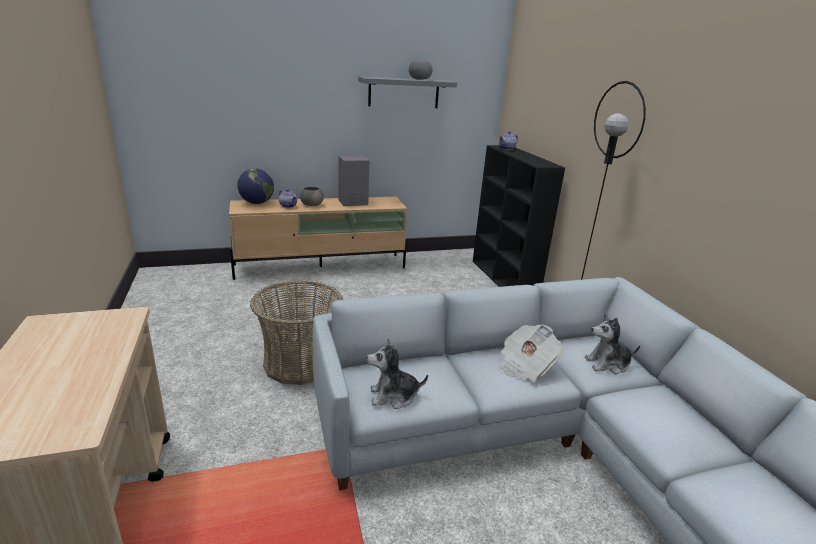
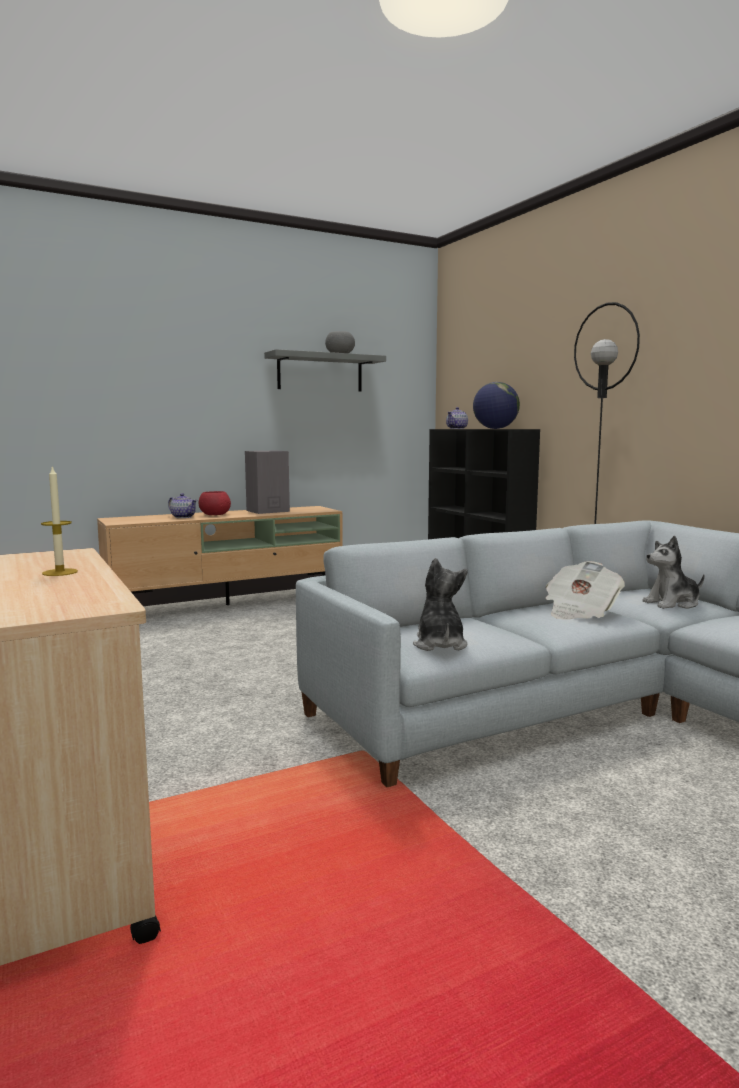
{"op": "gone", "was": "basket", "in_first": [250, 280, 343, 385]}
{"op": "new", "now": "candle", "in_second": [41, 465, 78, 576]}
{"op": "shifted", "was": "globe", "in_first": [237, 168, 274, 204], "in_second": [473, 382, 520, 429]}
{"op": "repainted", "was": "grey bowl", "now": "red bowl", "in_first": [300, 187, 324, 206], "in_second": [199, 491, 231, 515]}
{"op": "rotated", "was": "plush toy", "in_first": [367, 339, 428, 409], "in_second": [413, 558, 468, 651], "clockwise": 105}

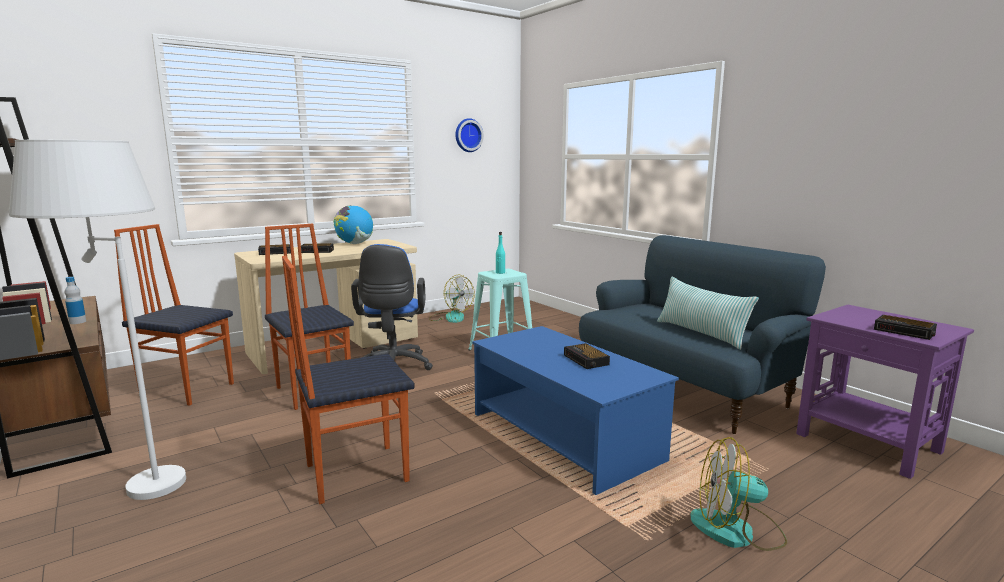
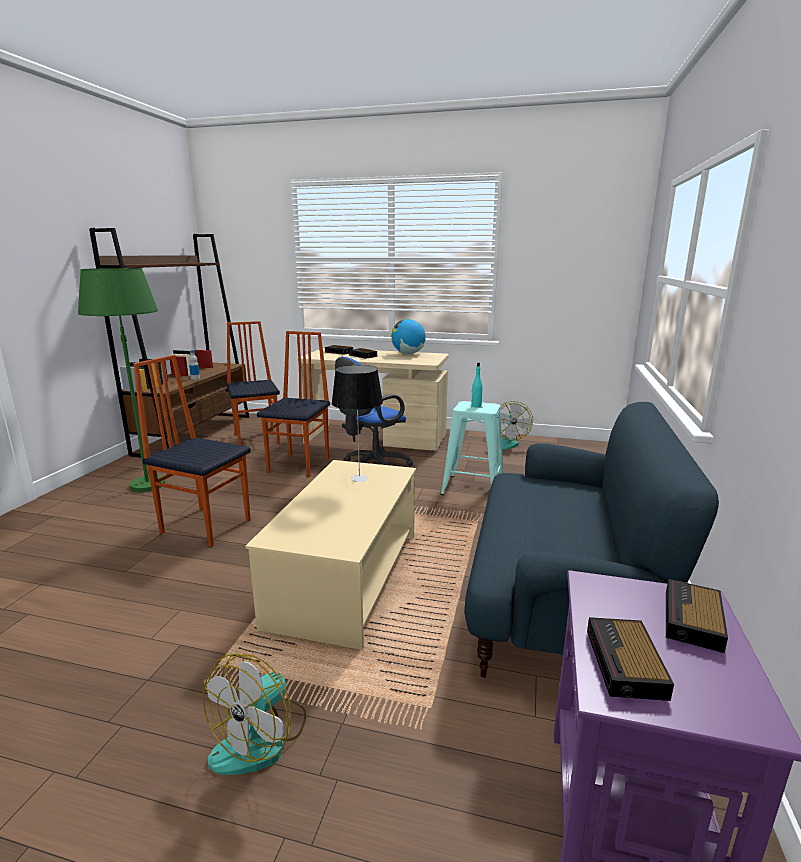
{"op": "gone", "was": "wall clock", "in_first": [455, 118, 484, 152]}
{"op": "gone", "was": "pillow", "in_first": [657, 277, 759, 350]}
{"op": "new", "now": "table lamp", "in_second": [332, 365, 383, 482]}
{"op": "shifted", "was": "alarm clock", "in_first": [564, 343, 610, 369], "in_second": [666, 579, 728, 653]}
{"op": "repainted", "was": "white floor lamp", "now": "green floor lamp", "in_first": [9, 140, 186, 500], "in_second": [78, 268, 165, 492]}
{"op": "repainted", "was": "blue coffee table", "now": "beige coffee table", "in_first": [472, 326, 679, 495], "in_second": [245, 460, 416, 650]}
{"op": "rotated", "was": "fan", "in_first": [690, 437, 787, 551], "in_second": [203, 654, 306, 775], "clockwise": -120}

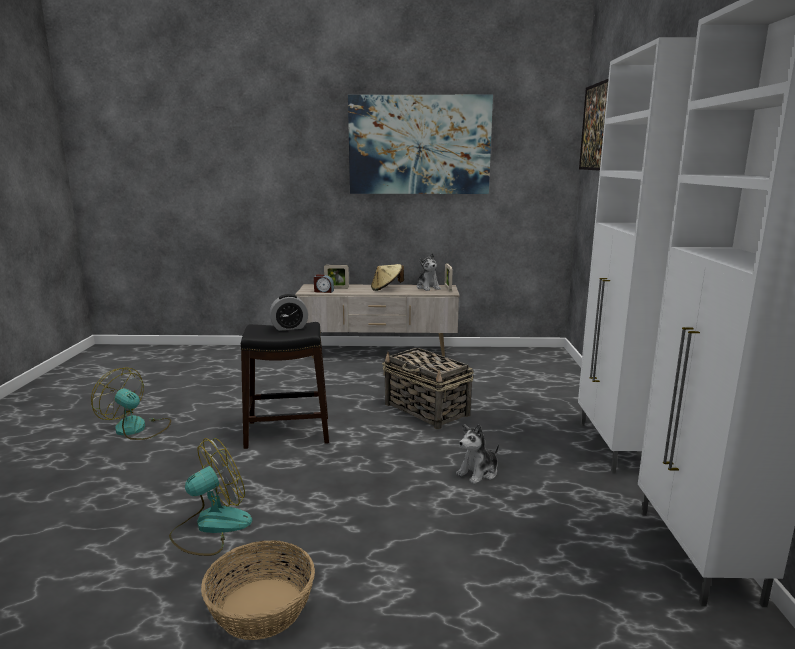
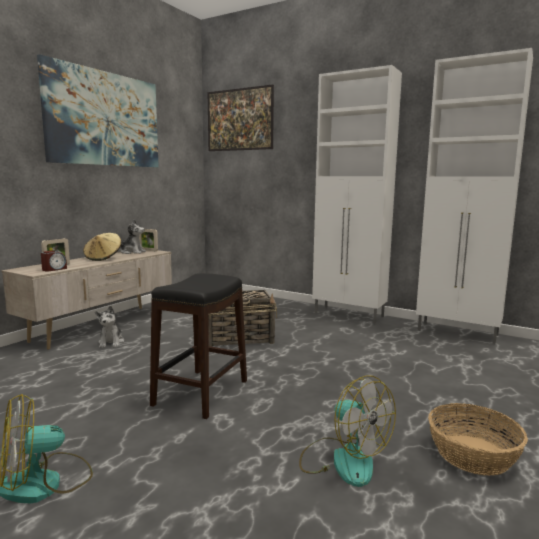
{"op": "gone", "was": "alarm clock", "in_first": [270, 294, 308, 331]}
{"op": "shifted", "was": "plush toy", "in_first": [456, 424, 499, 484], "in_second": [95, 306, 124, 348]}
{"op": "rotated", "was": "fan", "in_first": [169, 438, 252, 556], "in_second": [299, 375, 396, 487], "clockwise": 150}

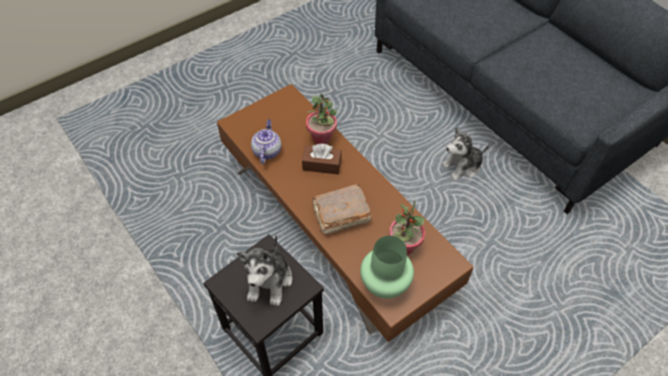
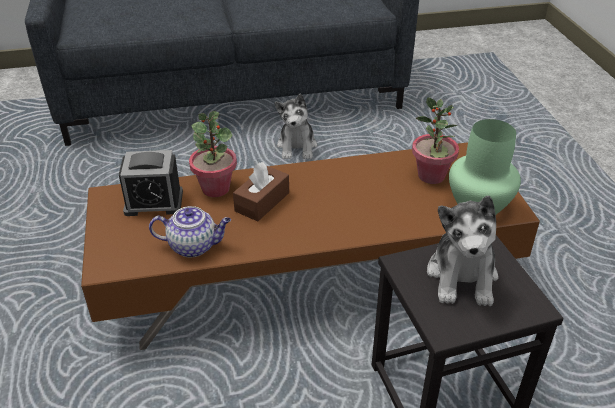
{"op": "gone", "was": "brown book", "in_first": [311, 184, 372, 234]}
{"op": "new", "now": "alarm clock", "in_second": [119, 150, 183, 216]}
{"op": "rotated", "was": "plush toy", "in_first": [237, 235, 292, 306], "in_second": [427, 196, 498, 306], "clockwise": 60}
{"op": "rotated", "was": "teapot", "in_first": [251, 119, 281, 164], "in_second": [149, 206, 231, 257], "clockwise": 150}

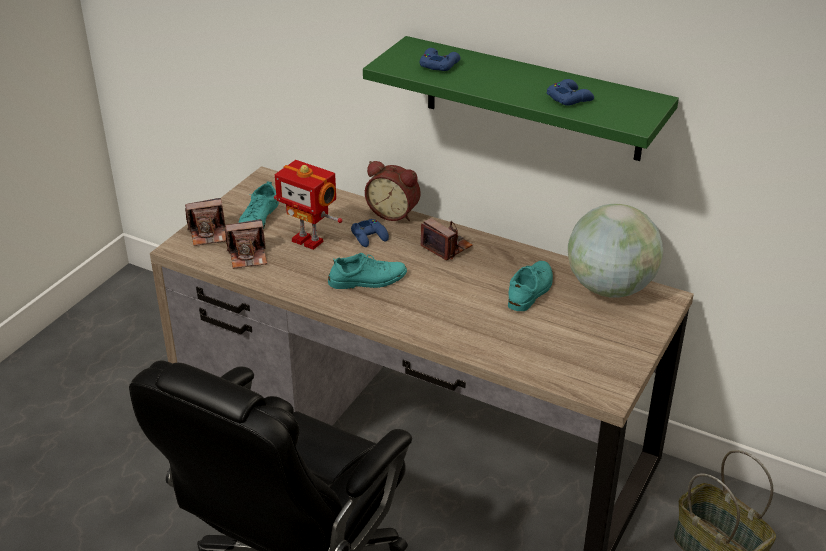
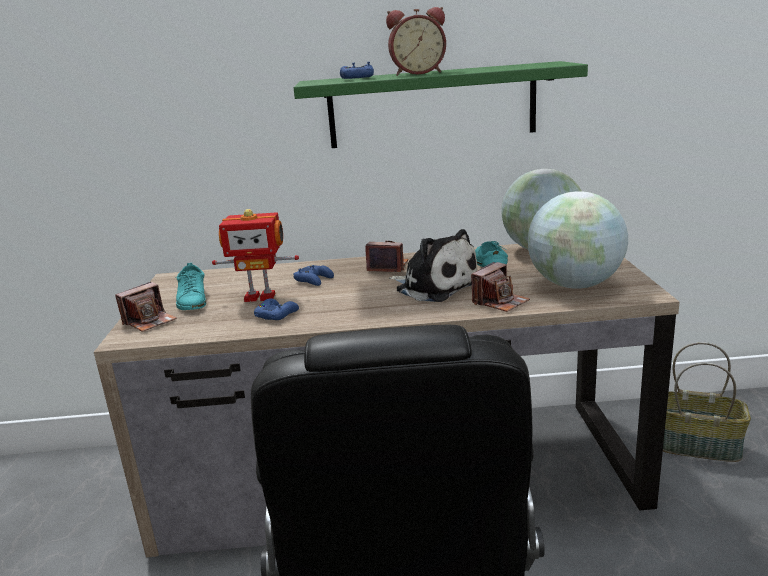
{"op": "gone", "was": "turquoise shoe", "in_first": [328, 253, 407, 289]}
{"op": "new", "now": "plush toy", "in_second": [389, 229, 477, 302]}
{"op": "new", "now": "globe", "in_second": [528, 191, 628, 289]}
{"op": "shifted", "was": "photo camera", "in_first": [225, 219, 267, 269], "in_second": [471, 262, 530, 312]}
{"op": "shifted", "was": "alarm clock", "in_first": [365, 161, 420, 221], "in_second": [386, 7, 446, 76]}
{"op": "shifted", "was": "blue game controller", "in_first": [546, 79, 594, 106], "in_second": [254, 298, 299, 320]}

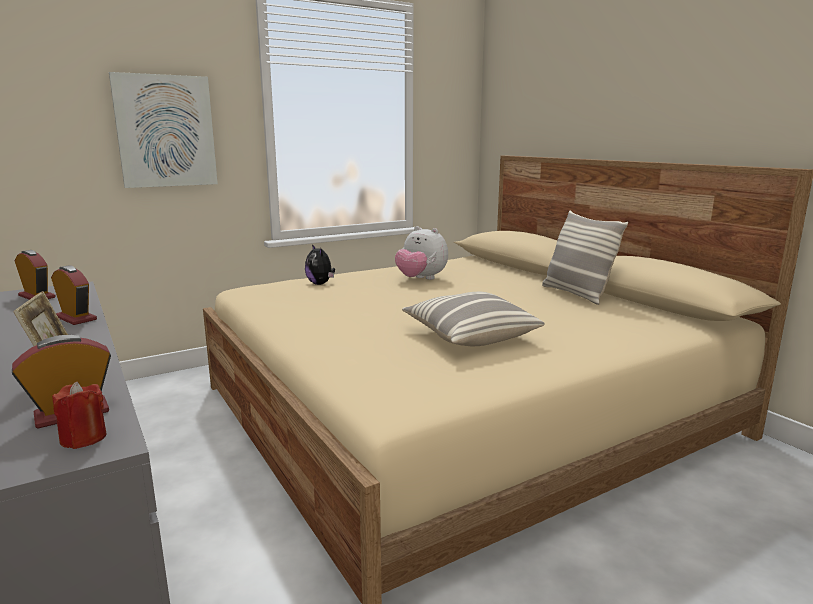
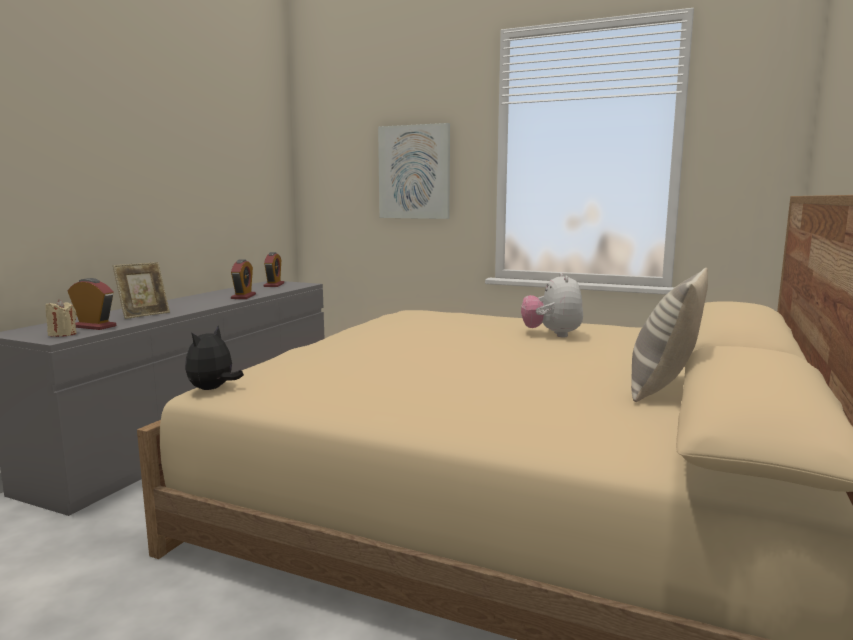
{"op": "gone", "was": "pillow", "in_first": [402, 292, 545, 346]}
{"op": "shifted", "was": "plush toy", "in_first": [305, 244, 335, 285], "in_second": [185, 326, 244, 390]}
{"op": "repainted", "was": "red candle", "now": "beige candle", "in_first": [52, 382, 107, 449], "in_second": [45, 299, 76, 337]}

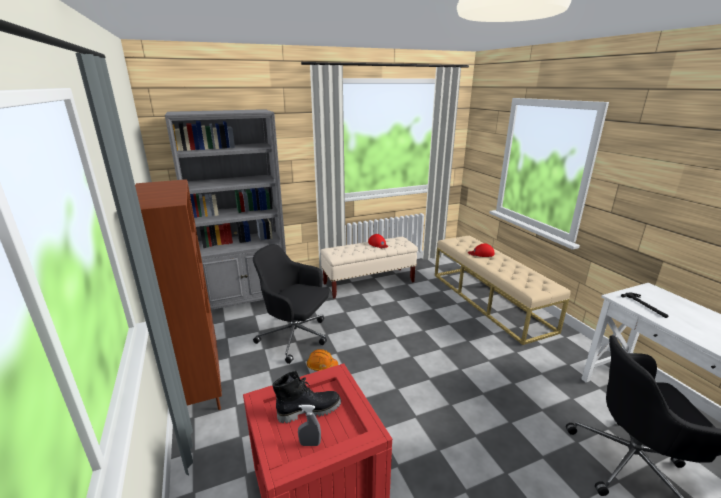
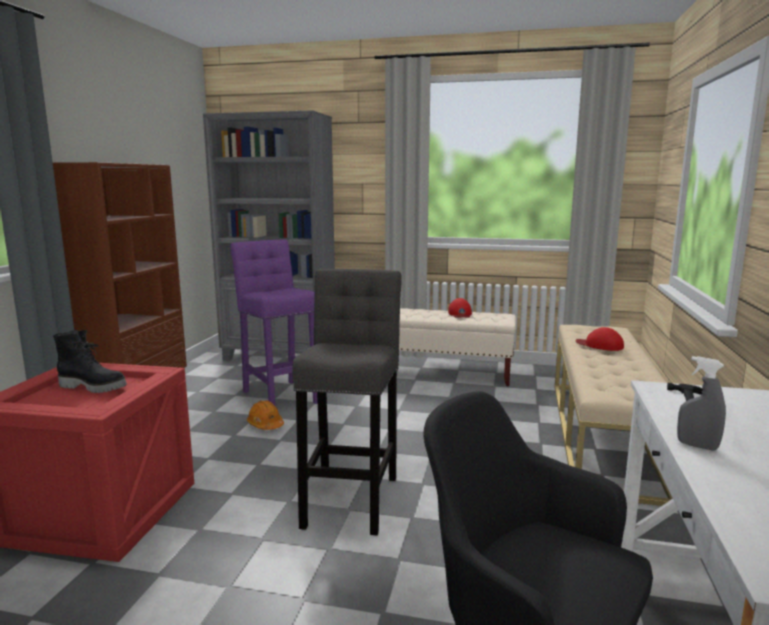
{"op": "new", "now": "grey stool", "in_second": [292, 269, 402, 535]}
{"op": "shifted", "was": "grey spray bottle", "in_first": [298, 405, 321, 446], "in_second": [677, 356, 726, 451]}
{"op": "swapped", "was": "black office chair", "now": "purple stool", "in_first": [253, 244, 329, 364], "in_second": [230, 239, 318, 406]}

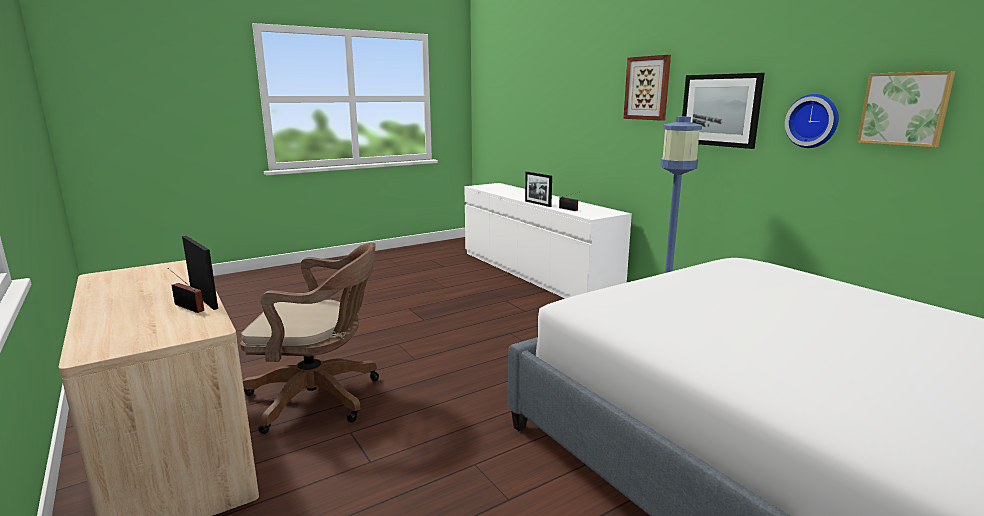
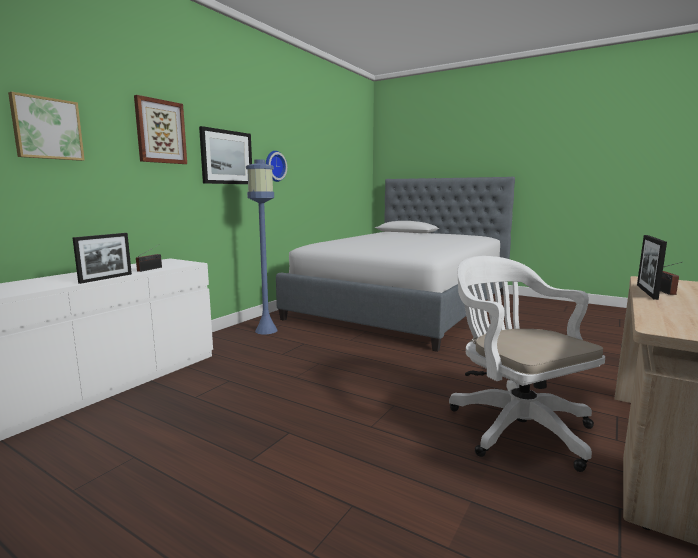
{"op": "shifted", "was": "picture", "in_first": [857, 71, 955, 147], "in_second": [8, 92, 85, 161]}
{"op": "repainted", "was": "brown office chair", "now": "white office chair", "in_first": [240, 243, 379, 434], "in_second": [449, 256, 605, 472]}

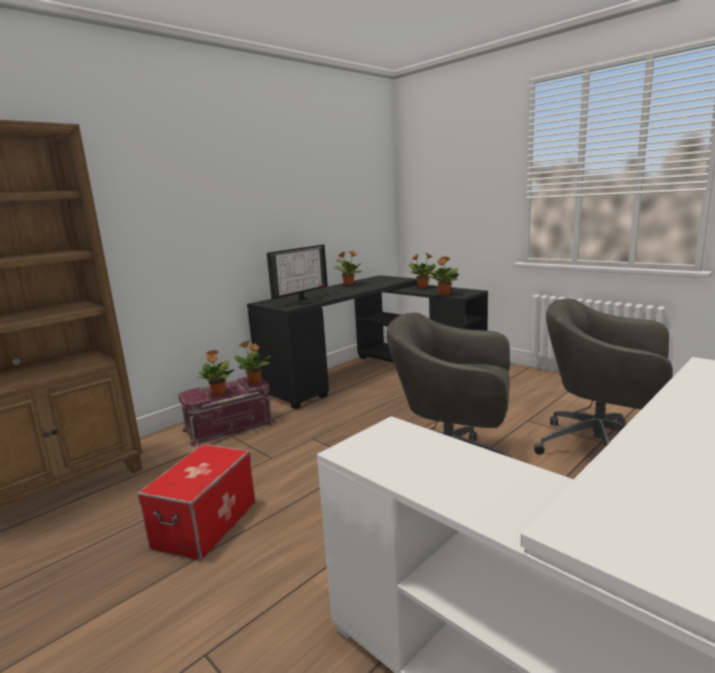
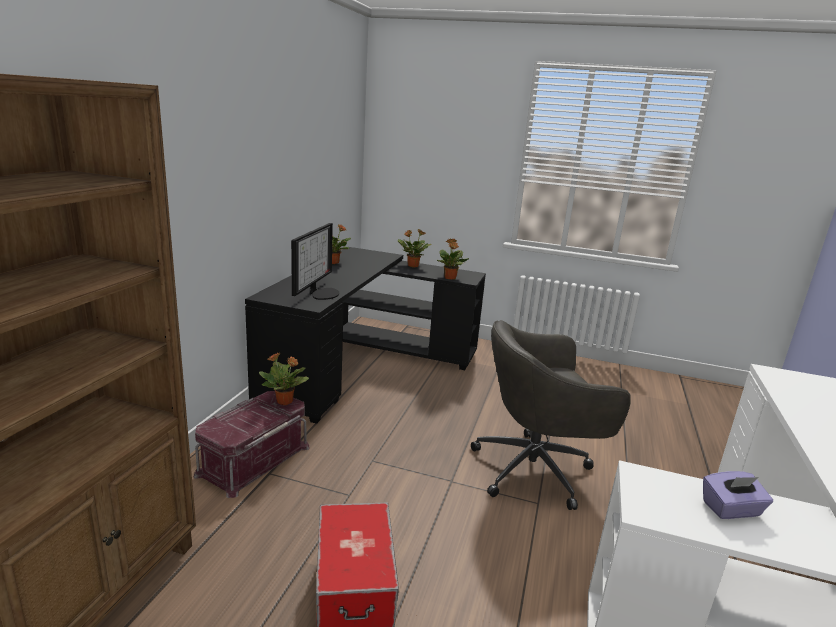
{"op": "gone", "was": "potted plant", "in_first": [197, 350, 234, 396]}
{"op": "gone", "was": "grey office chair", "in_first": [534, 298, 673, 455]}
{"op": "new", "now": "purple tissue box", "in_second": [703, 471, 773, 519]}

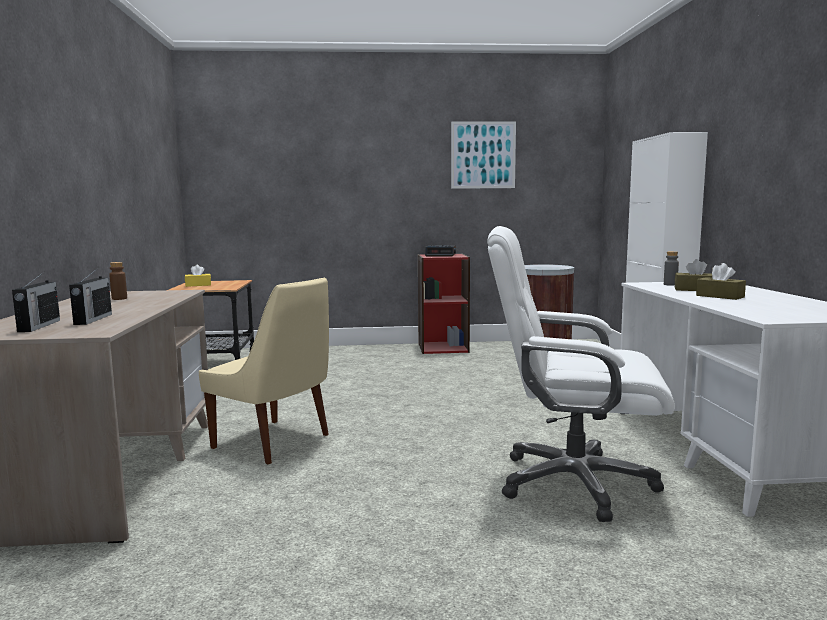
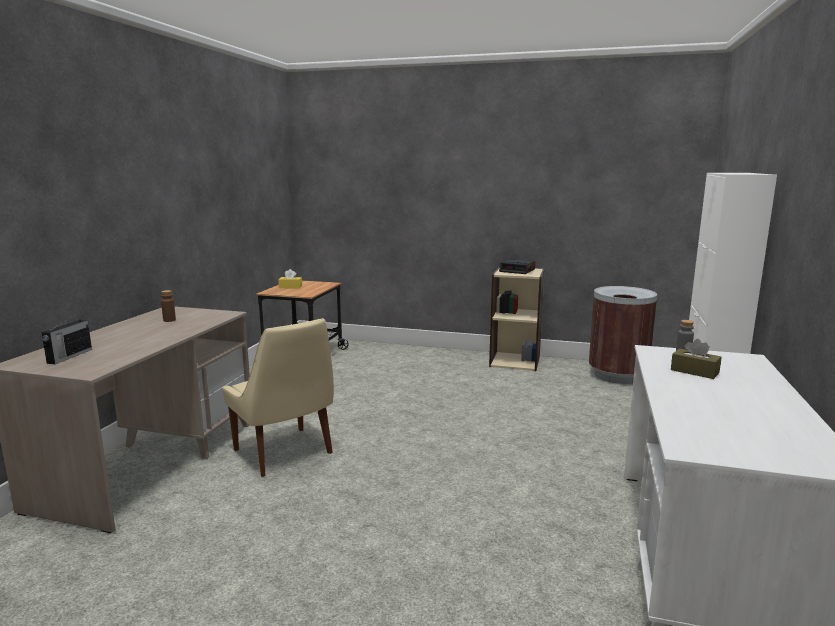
{"op": "gone", "was": "radio", "in_first": [69, 268, 112, 325]}
{"op": "gone", "was": "picture", "in_first": [451, 121, 516, 189]}
{"op": "gone", "was": "white office chair", "in_first": [487, 226, 675, 522]}
{"op": "gone", "was": "brown tissue box", "in_first": [696, 263, 746, 300]}
{"op": "repainted", "was": "red bookcase", "now": "beige bookcase", "in_first": [418, 254, 470, 354], "in_second": [489, 267, 545, 371]}

